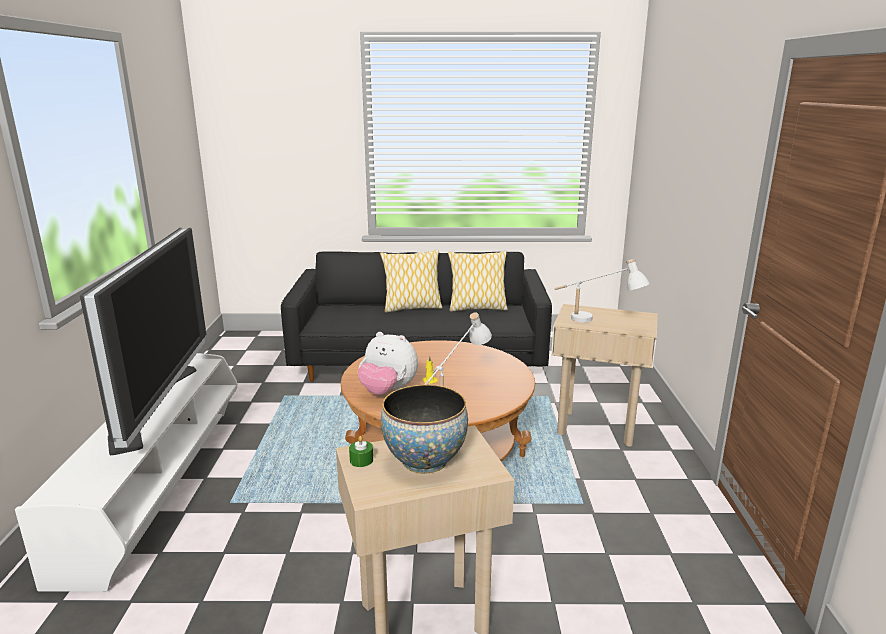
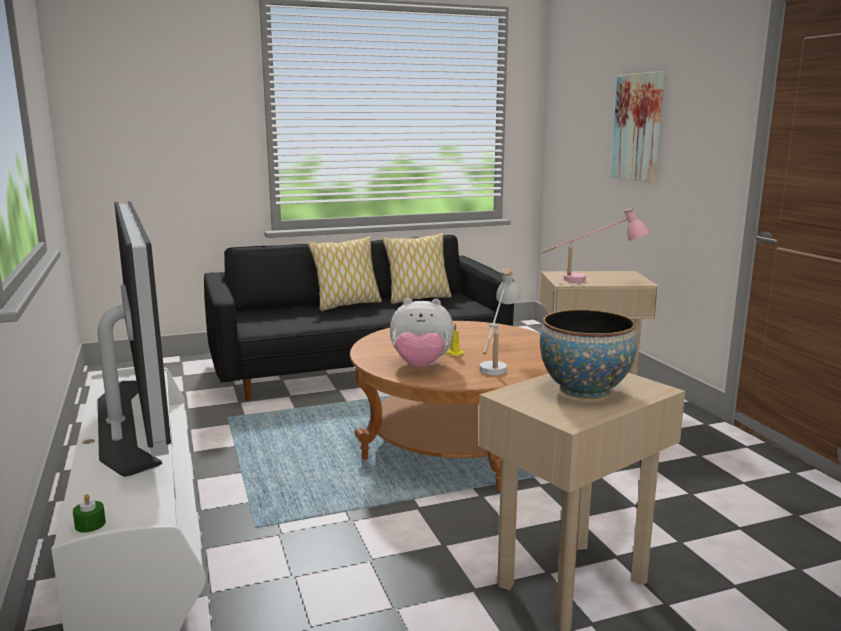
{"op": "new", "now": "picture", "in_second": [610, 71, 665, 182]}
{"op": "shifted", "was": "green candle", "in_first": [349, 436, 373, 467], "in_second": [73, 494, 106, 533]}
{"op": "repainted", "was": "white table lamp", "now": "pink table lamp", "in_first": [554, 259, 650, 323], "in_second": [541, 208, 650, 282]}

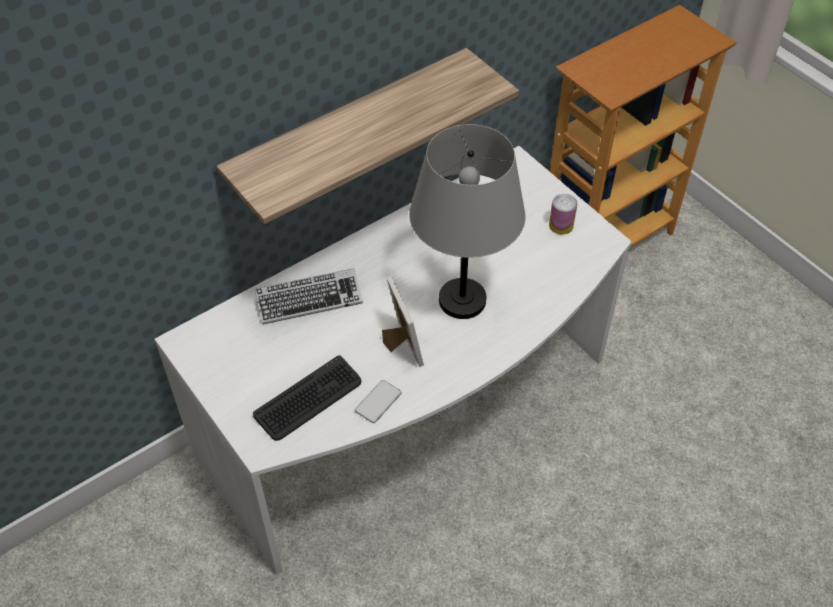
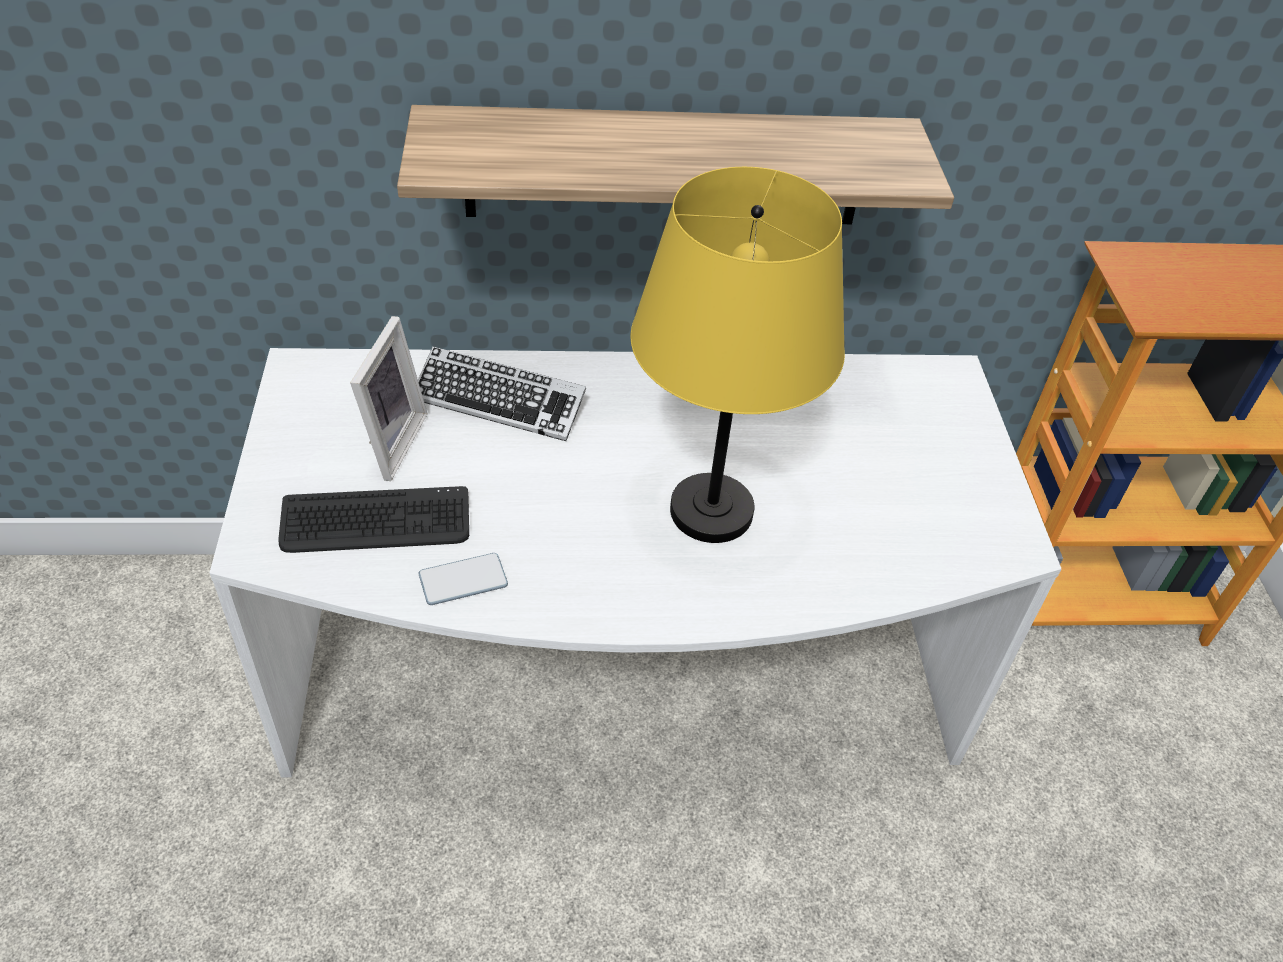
{"op": "gone", "was": "can", "in_first": [549, 194, 577, 235]}
{"op": "shifted", "was": "picture frame", "in_first": [382, 276, 424, 367], "in_second": [350, 316, 428, 481]}
{"op": "repainted", "was": "grey table lamp", "now": "yellow table lamp", "in_first": [409, 124, 525, 319], "in_second": [631, 167, 845, 543]}

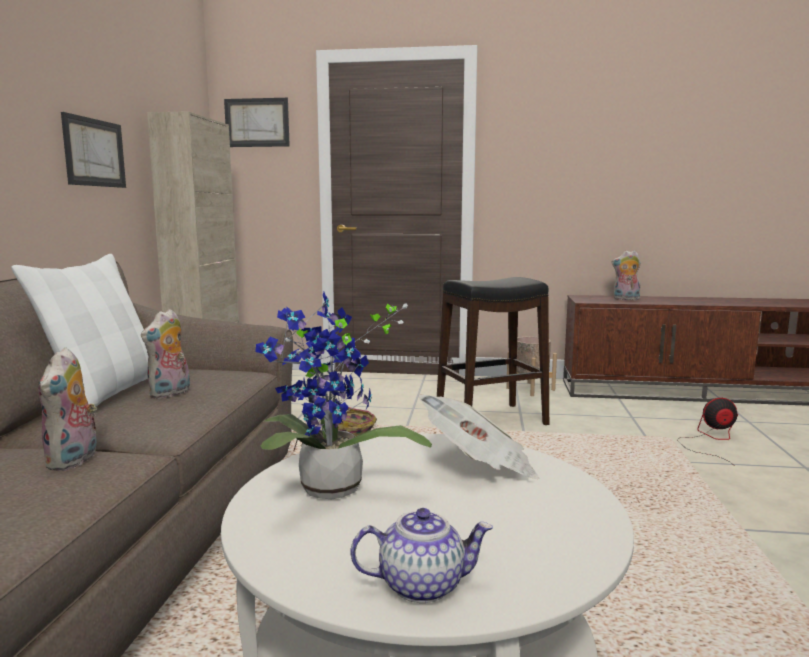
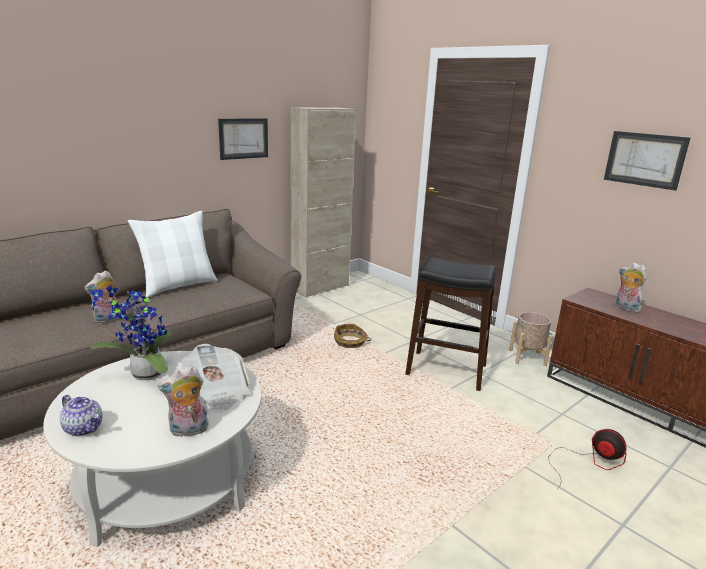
{"op": "shifted", "was": "plush toy", "in_first": [141, 309, 190, 399], "in_second": [158, 365, 209, 438]}
{"op": "shifted", "was": "picture", "in_first": [224, 98, 290, 147], "in_second": [604, 131, 690, 191]}

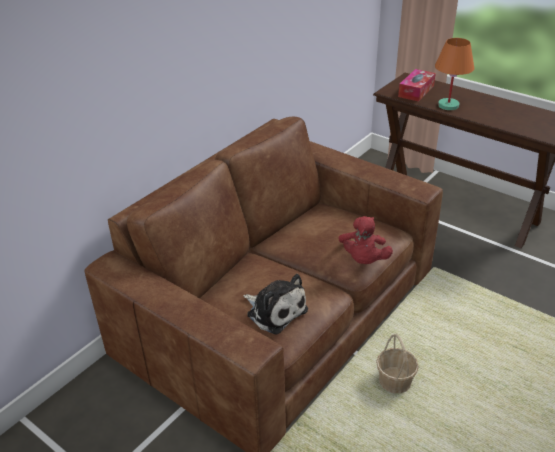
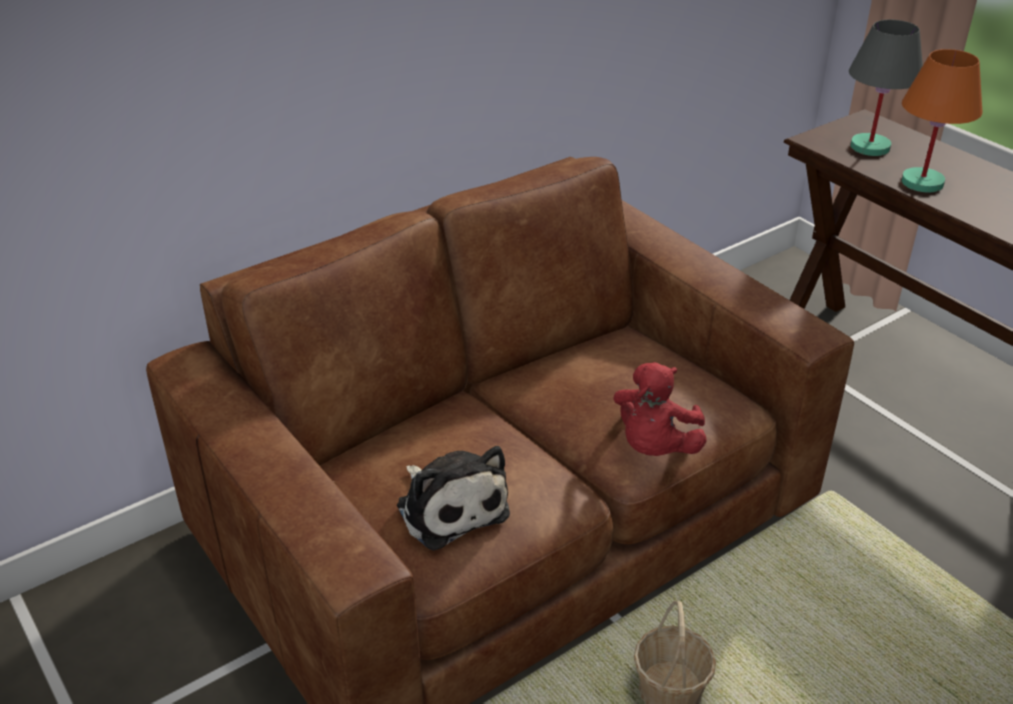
{"op": "swapped", "was": "tissue box", "now": "grey table lamp", "in_first": [398, 69, 436, 102], "in_second": [849, 20, 923, 156]}

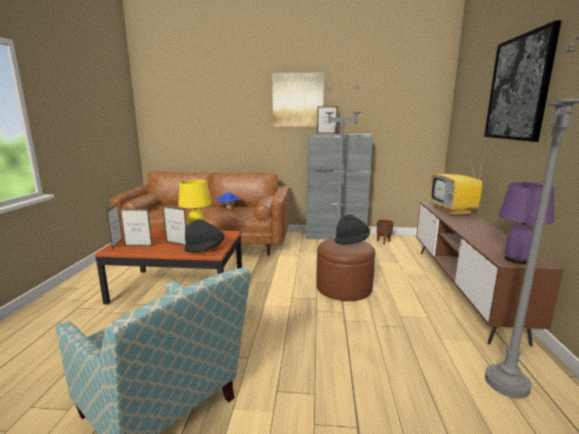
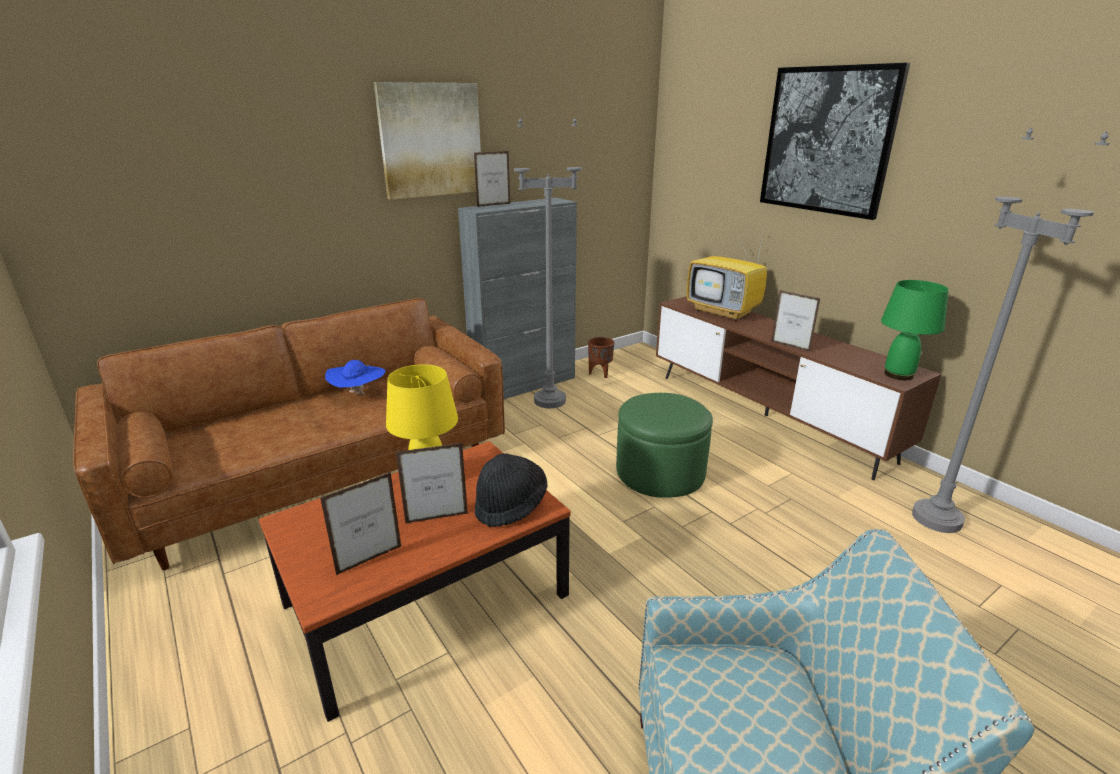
{"op": "gone", "was": "black hat", "in_first": [335, 214, 370, 245]}
{"op": "shifted", "was": "picture frame", "in_first": [107, 204, 122, 249], "in_second": [771, 290, 821, 352]}
{"op": "repainted", "was": "brown ottoman", "now": "green ottoman", "in_first": [317, 238, 375, 301], "in_second": [616, 393, 713, 498]}
{"op": "repainted", "was": "purple table lamp", "now": "green table lamp", "in_first": [499, 182, 555, 264], "in_second": [881, 280, 949, 380]}

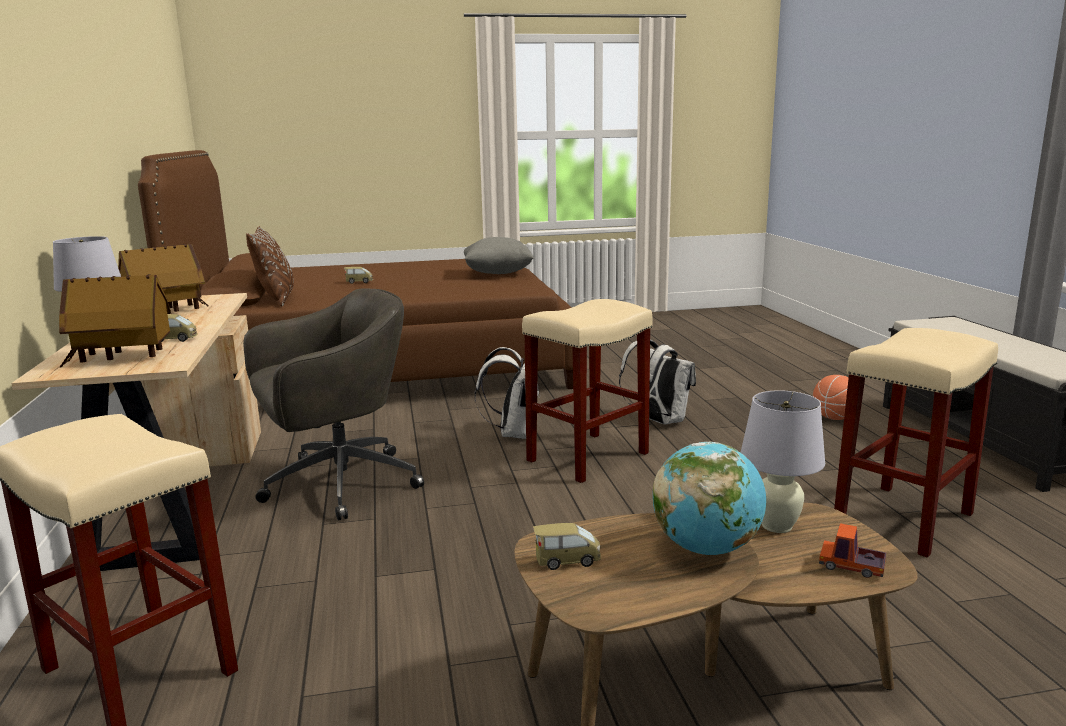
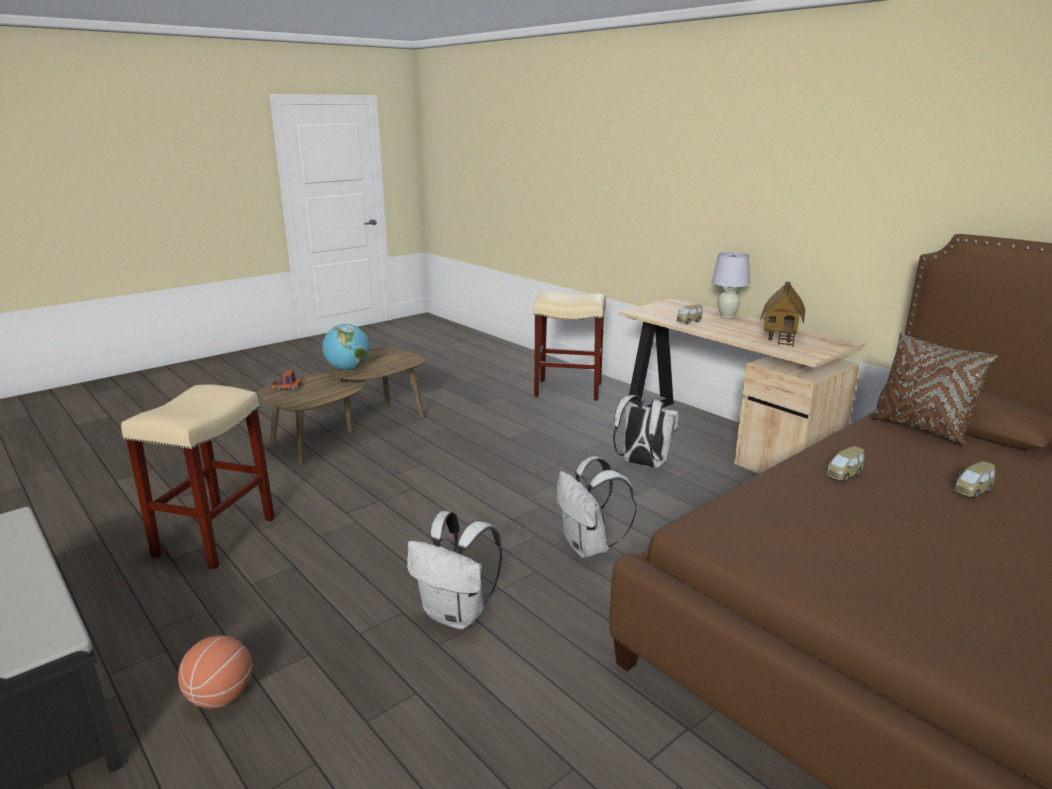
{"op": "gone", "was": "toy house", "in_first": [59, 274, 171, 367]}
{"op": "gone", "was": "grey pillow", "in_first": [464, 237, 534, 274]}
{"op": "gone", "was": "beige stool", "in_first": [522, 299, 653, 483]}
{"op": "gone", "was": "white table lamp", "in_first": [740, 390, 825, 533]}
{"op": "shifted", "was": "toy car", "in_first": [533, 523, 601, 570], "in_second": [826, 446, 865, 482]}
{"op": "swapped", "was": "grey office chair", "now": "white backpack", "in_first": [243, 288, 424, 520], "in_second": [613, 395, 679, 468]}

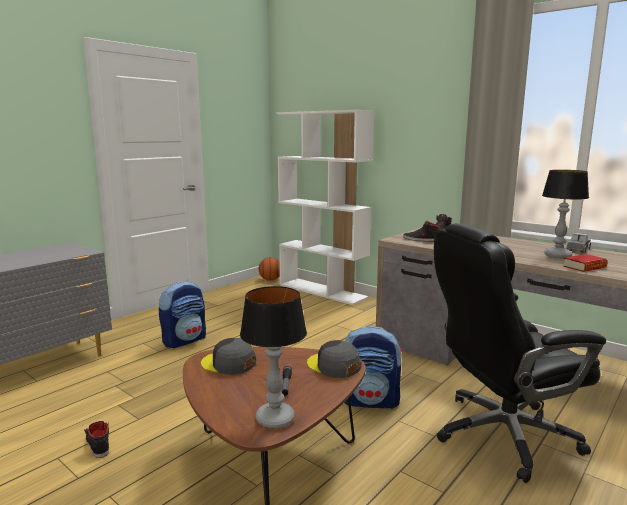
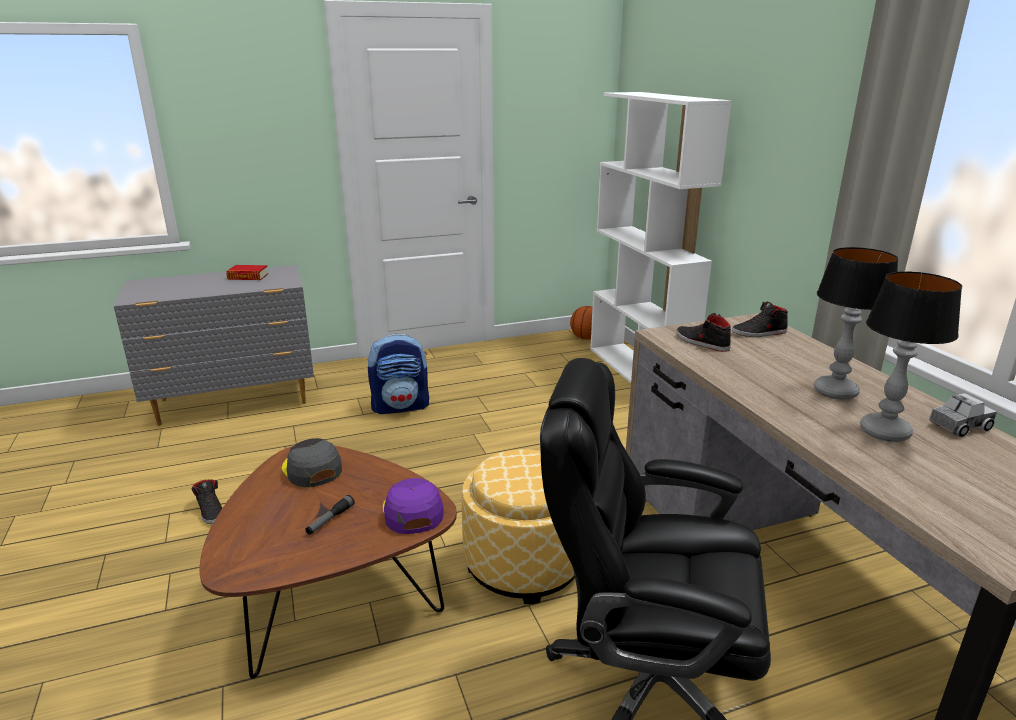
{"op": "shifted", "was": "table lamp", "in_first": [240, 286, 307, 429], "in_second": [814, 247, 898, 400]}
{"op": "shifted", "was": "book", "in_first": [563, 254, 608, 272], "in_second": [226, 265, 269, 280]}
{"op": "swapped", "was": "backpack", "now": "ottoman", "in_first": [344, 326, 403, 409], "in_second": [462, 449, 575, 604]}
{"op": "repainted", "was": "grey cap", "now": "purple cap", "in_first": [307, 340, 361, 378], "in_second": [383, 478, 444, 534]}
{"op": "rotated", "was": "black shoe", "in_first": [84, 421, 109, 458], "in_second": [191, 479, 222, 524], "clockwise": 150}

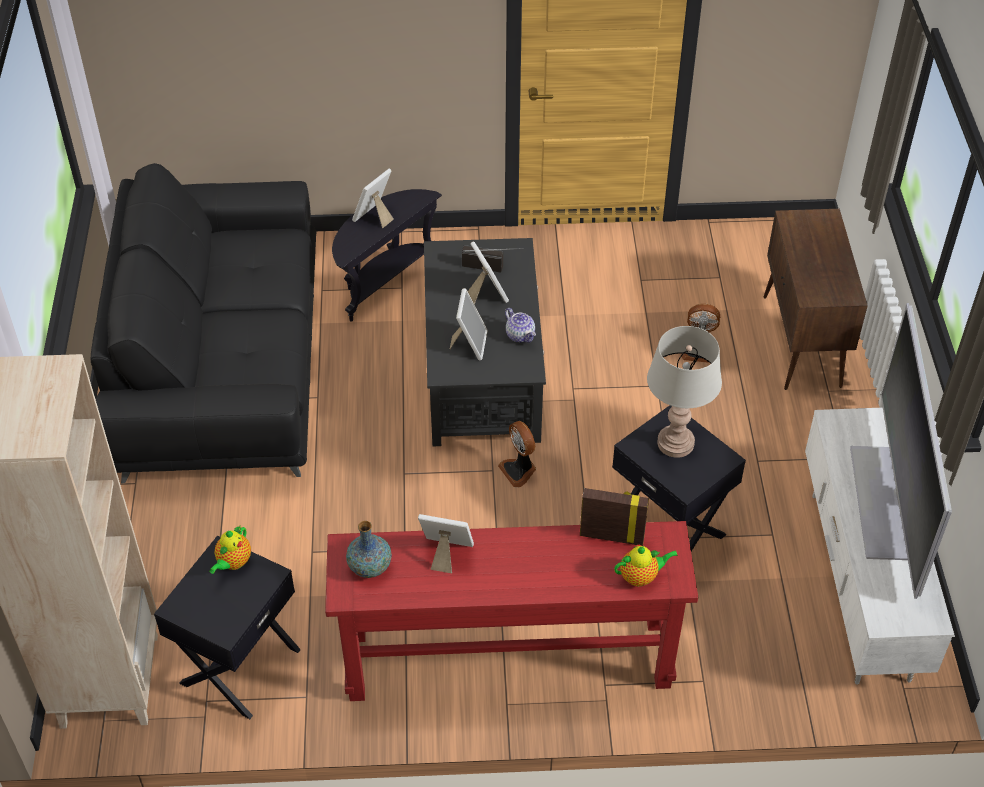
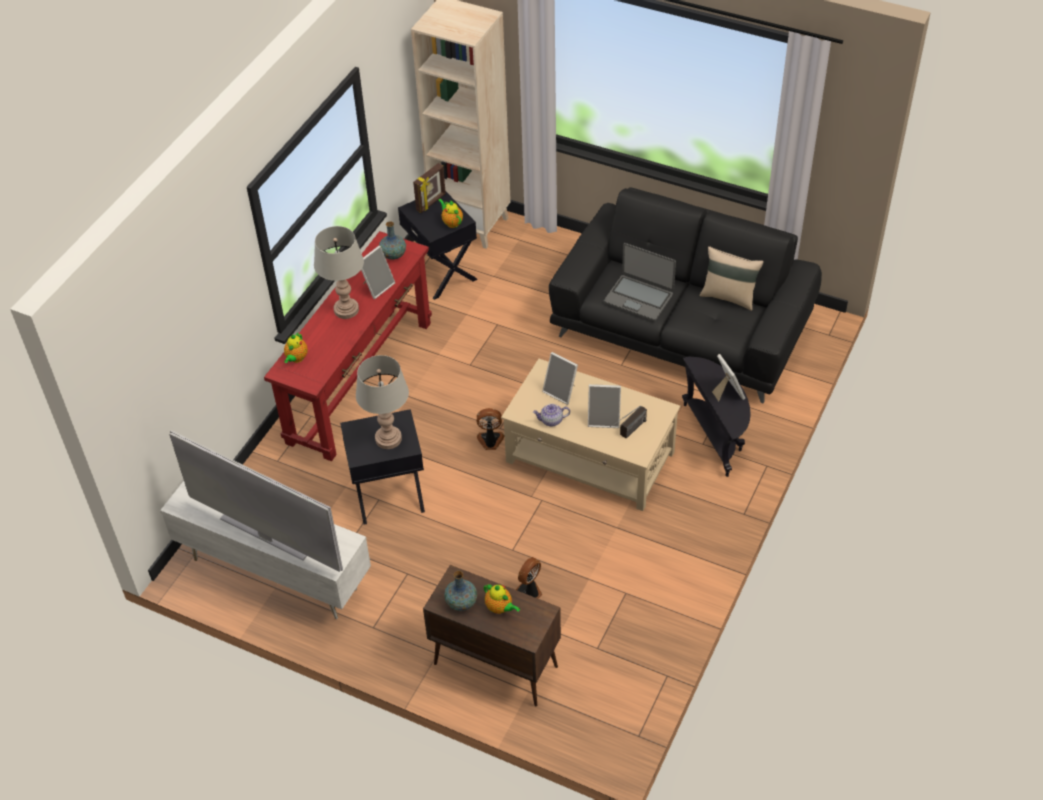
{"op": "new", "now": "grey table lamp", "in_second": [314, 226, 364, 319]}
{"op": "new", "now": "vase", "in_second": [444, 571, 477, 611]}
{"op": "new", "now": "teapot", "in_second": [484, 584, 520, 614]}
{"op": "new", "now": "laptop", "in_second": [604, 243, 676, 321]}
{"op": "new", "now": "beige pillow", "in_second": [699, 246, 764, 311]}
{"op": "shifted", "was": "picture frame", "in_first": [580, 488, 649, 546], "in_second": [413, 163, 446, 213]}
{"op": "repainted", "was": "black coffee table", "now": "beige coffee table", "in_first": [424, 238, 546, 446], "in_second": [501, 359, 680, 511]}

